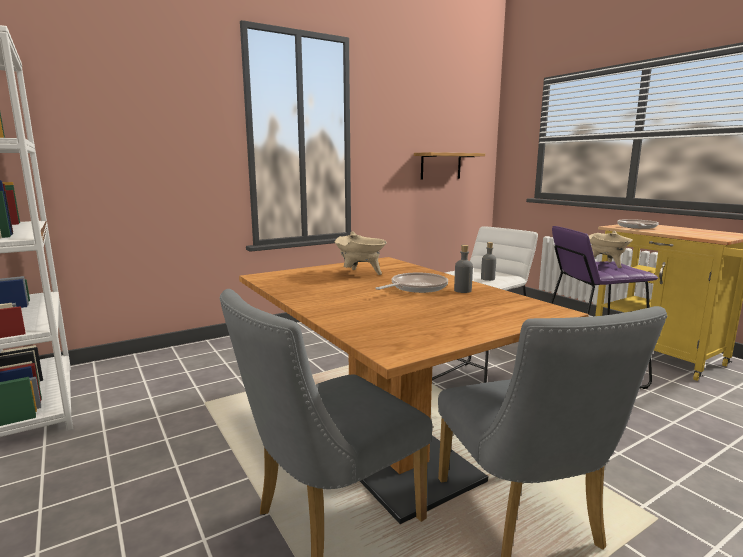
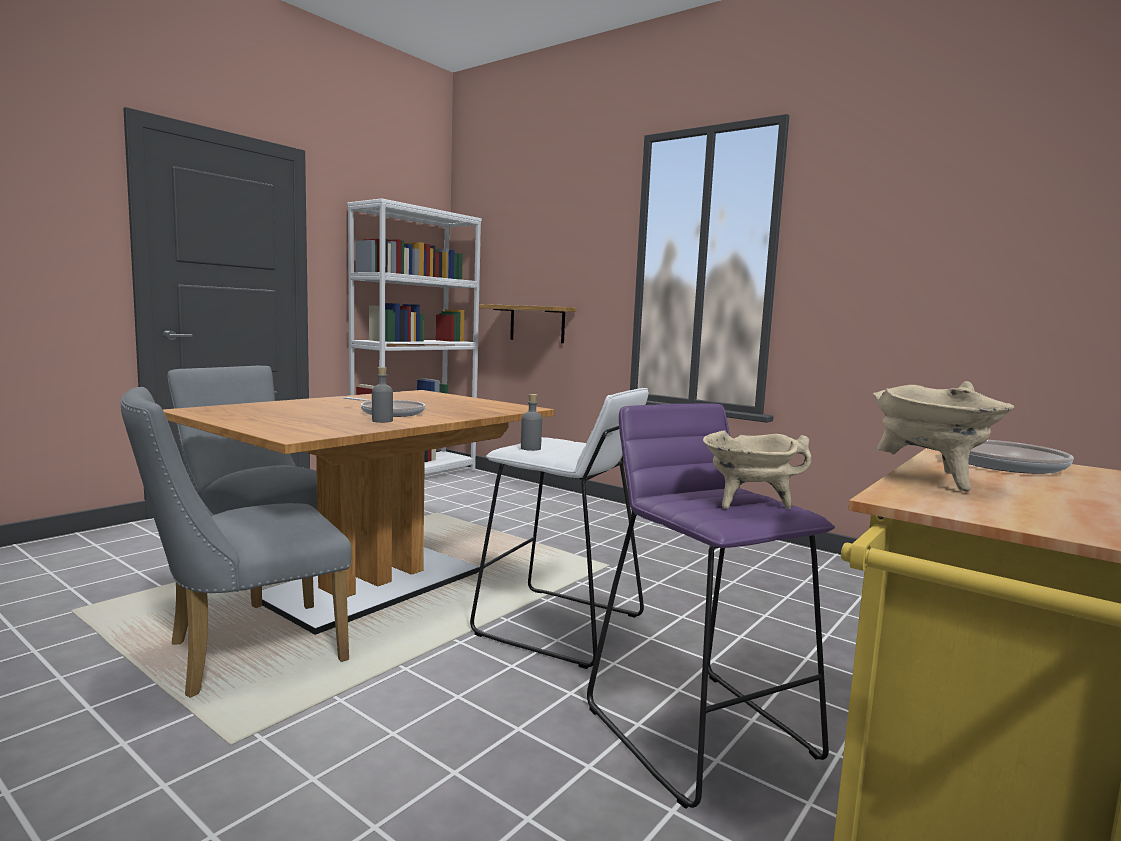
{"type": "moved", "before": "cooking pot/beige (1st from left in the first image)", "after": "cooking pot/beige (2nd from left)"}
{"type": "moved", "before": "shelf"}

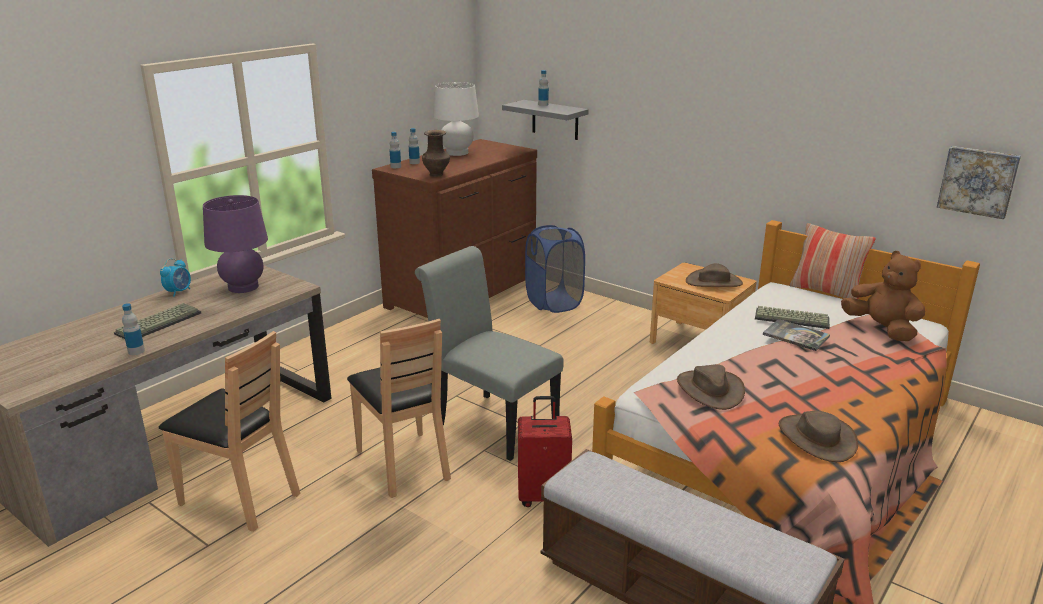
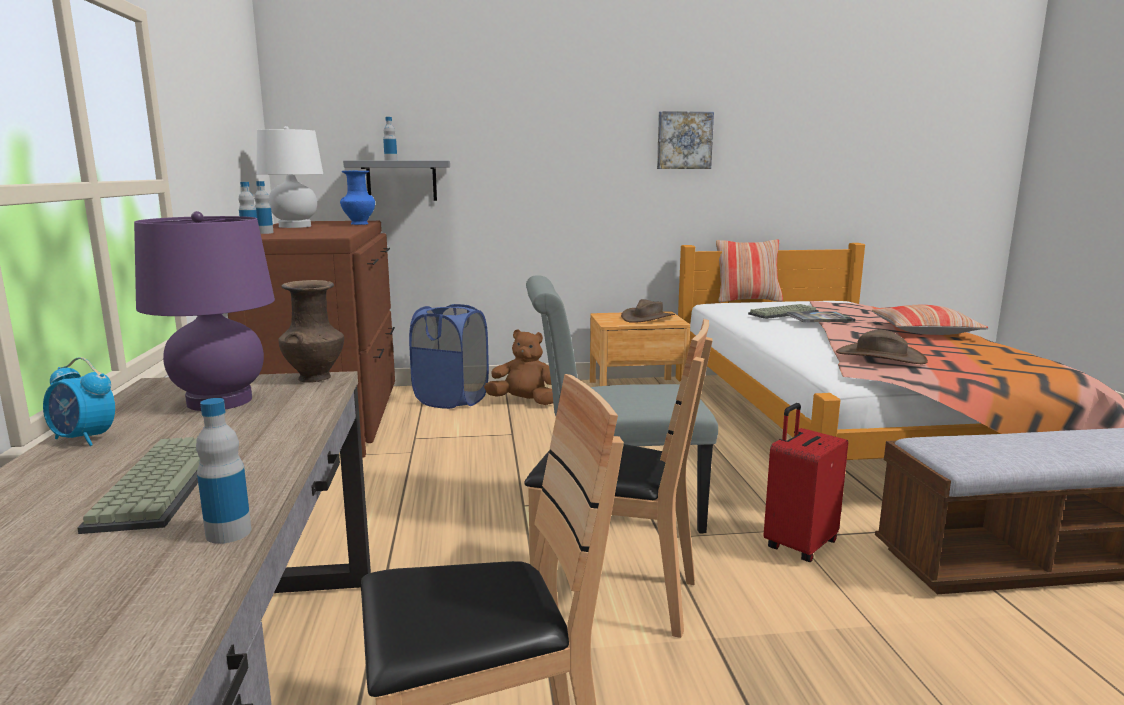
{"type": "turned", "before": "alarm clock", "turn": 135}
{"type": "moved", "before": "vase/brown"}
{"type": "removed", "before": "hat/brown (3rd from left)"}
{"type": "moved", "before": "plush toy/brown"}
{"type": "moved", "before": "picture"}
{"type": "added", "after": "vase/blue"}
{"type": "added", "after": "pillow (2nd from left)"}

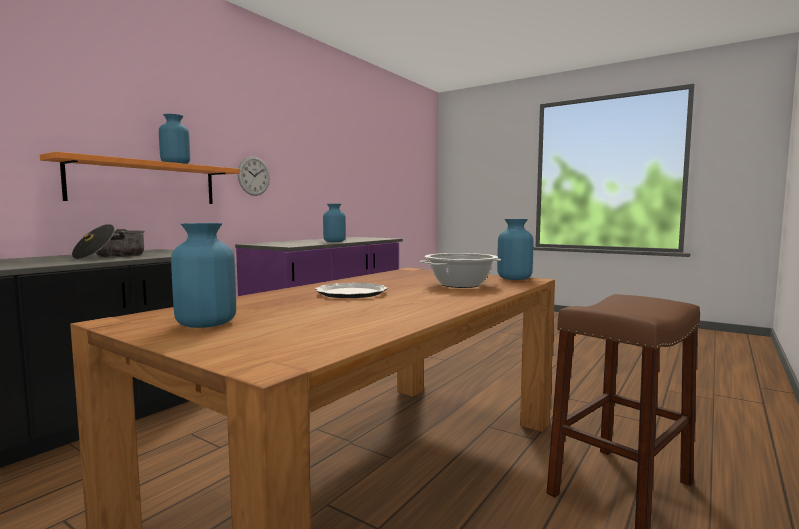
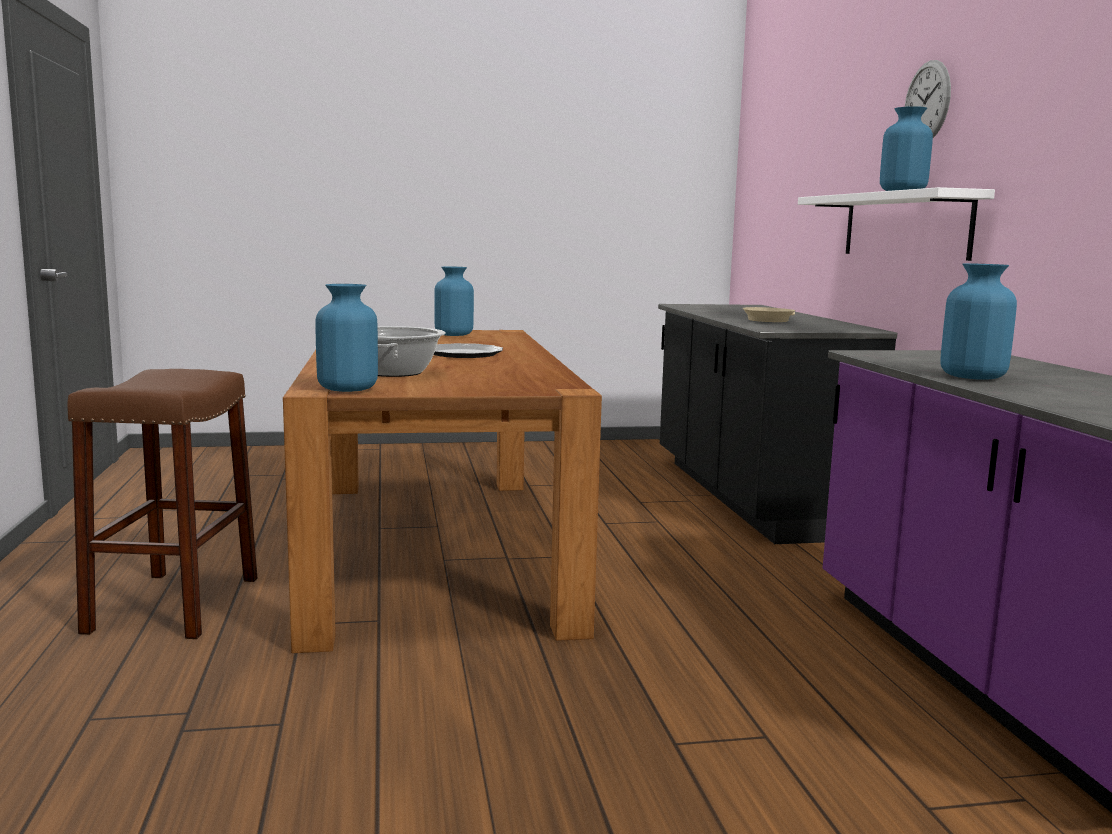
{"type": "recoloured", "before": "shelf/orange", "after": "shelf/white"}
{"type": "replaced", "before": "cooking pot (1st from left)", "after": "frying pan/beige"}
{"type": "moved", "before": "wall clock"}

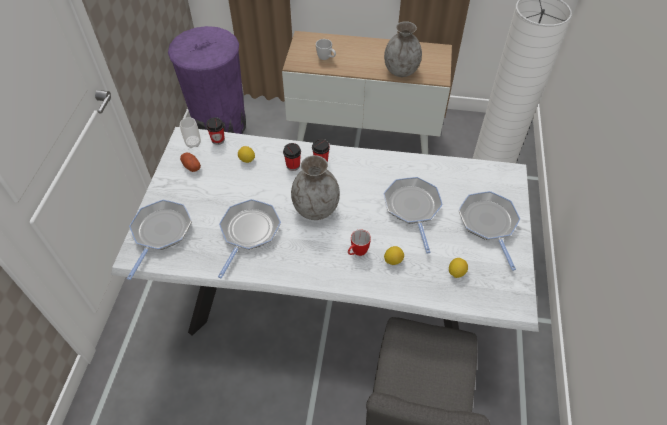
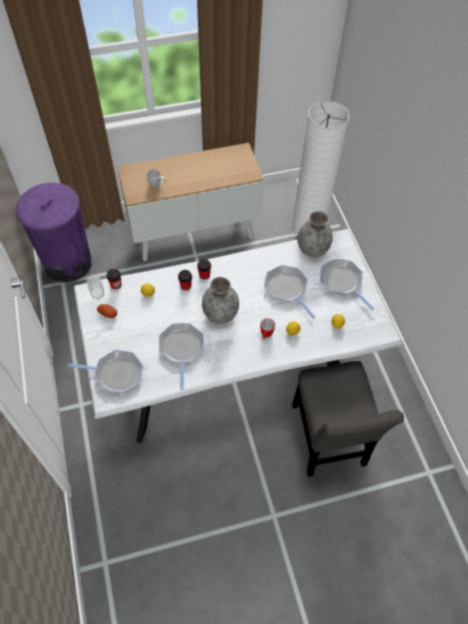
{"type": "turned", "before": "frying pan (1st from left)", "turn": 105}
{"type": "moved", "before": "vase/grey (2nd from left)"}

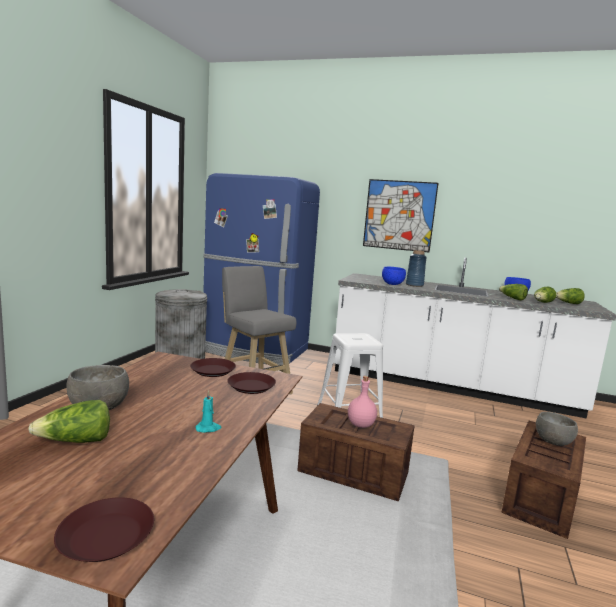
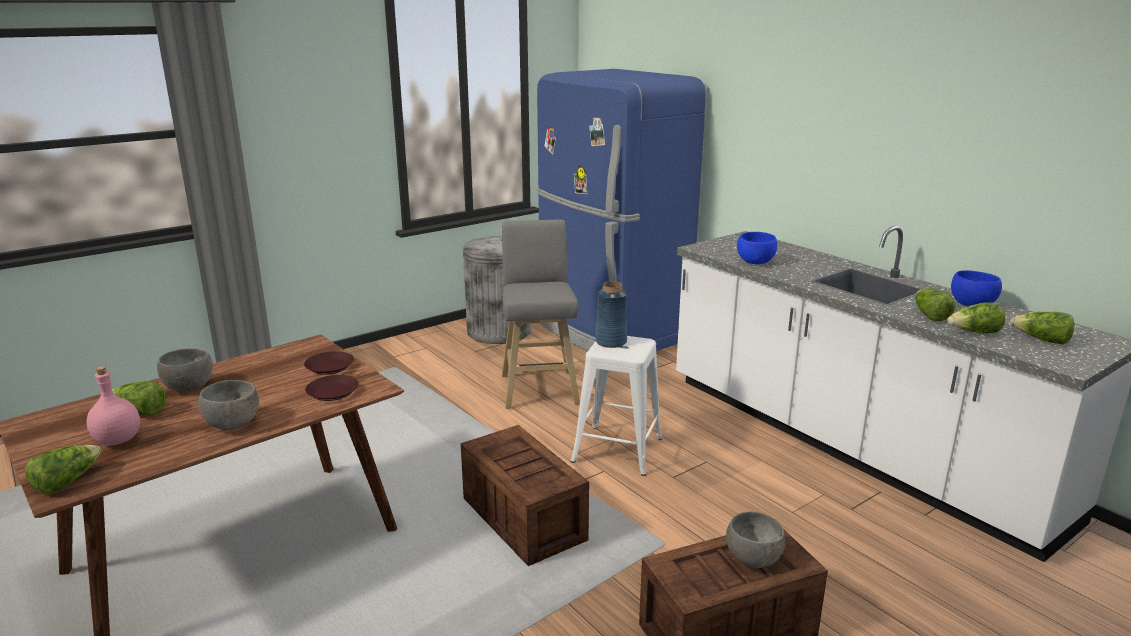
{"type": "replaced", "before": "plate/brown (1st from left)", "after": "lettuce (1st from left)"}
{"type": "replaced", "before": "candle/turquoise", "after": "bowl/grey (2nd from left)"}
{"type": "moved", "before": "bottle/pink"}
{"type": "removed", "before": "picture"}
{"type": "moved", "before": "vase/blue"}

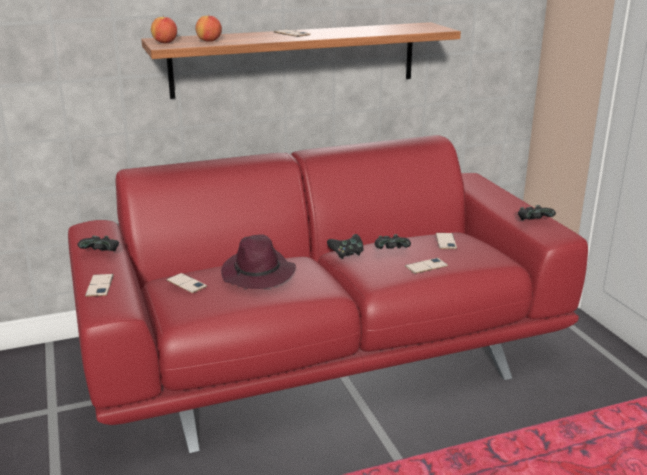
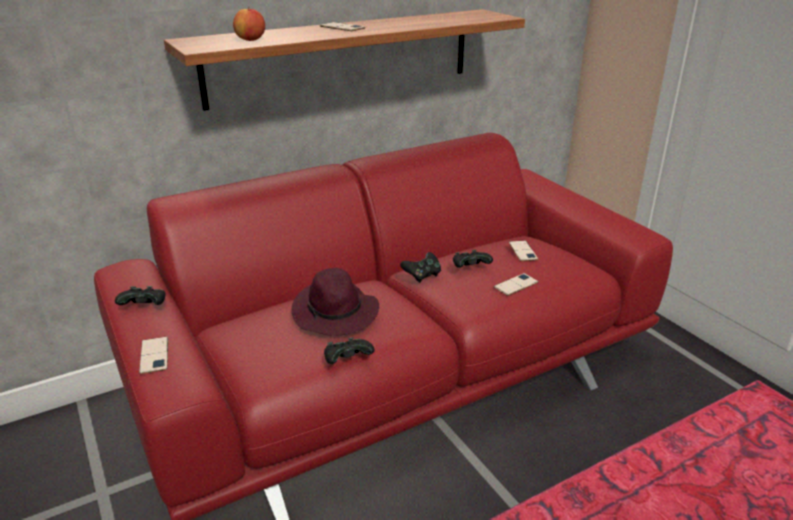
{"type": "removed", "before": "apple (1st from left)"}
{"type": "removed", "before": "phone (2nd from left)"}
{"type": "moved", "before": "game controller/black (4th from left in the first image)", "after": "game controller/black (2nd from left)"}

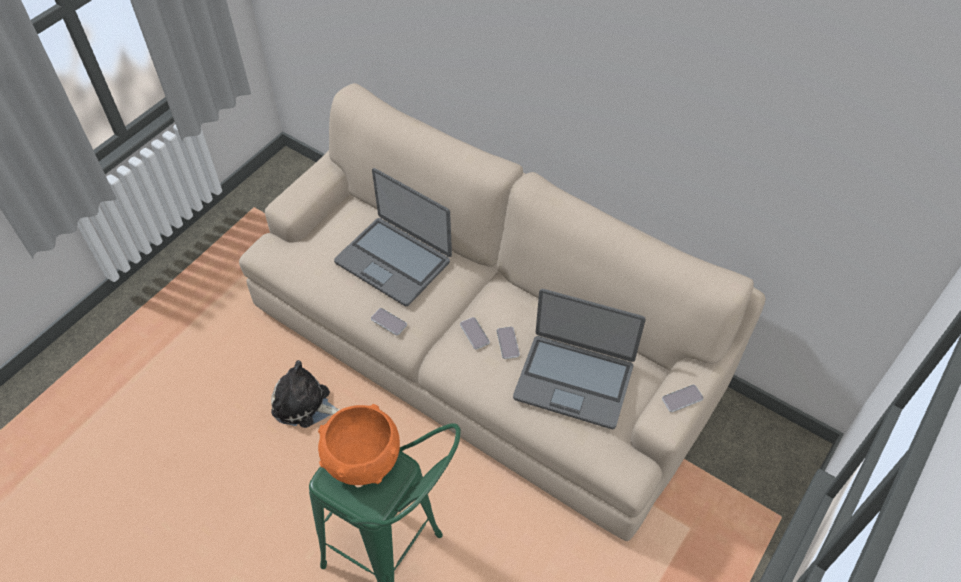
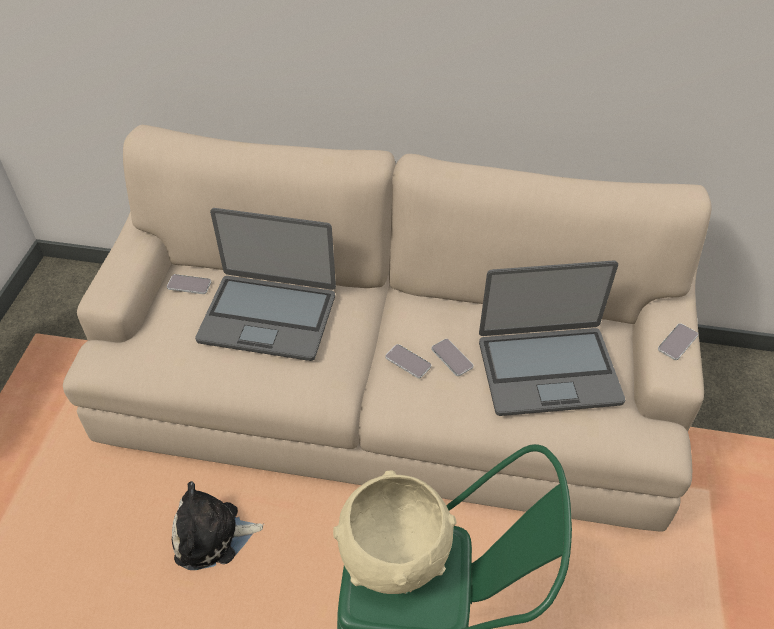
{"type": "recoloured", "before": "bowl/orange", "after": "bowl/beige"}
{"type": "moved", "before": "phone (1st from left)"}

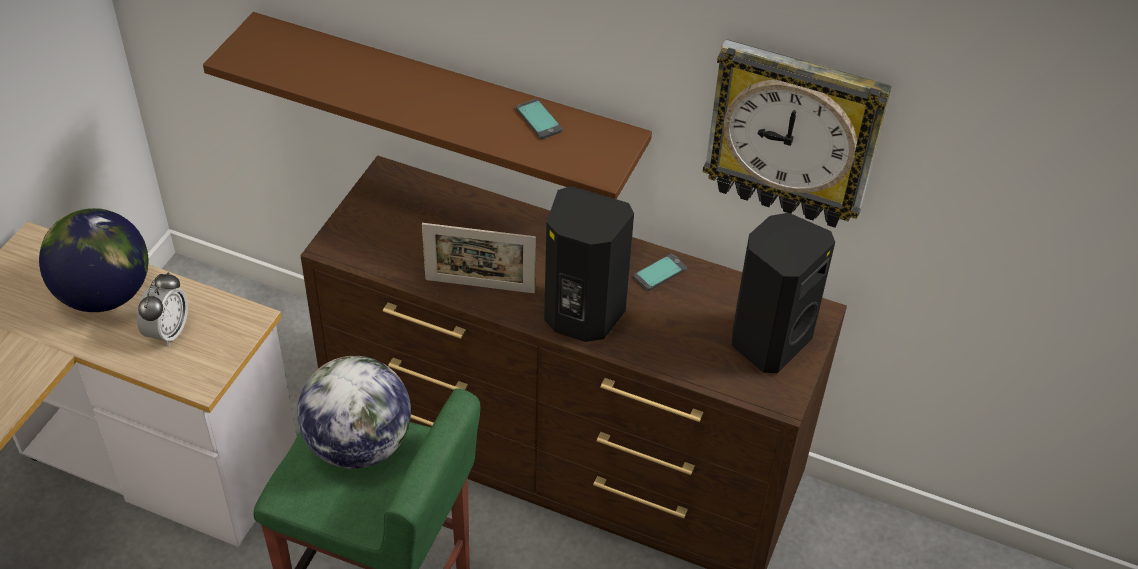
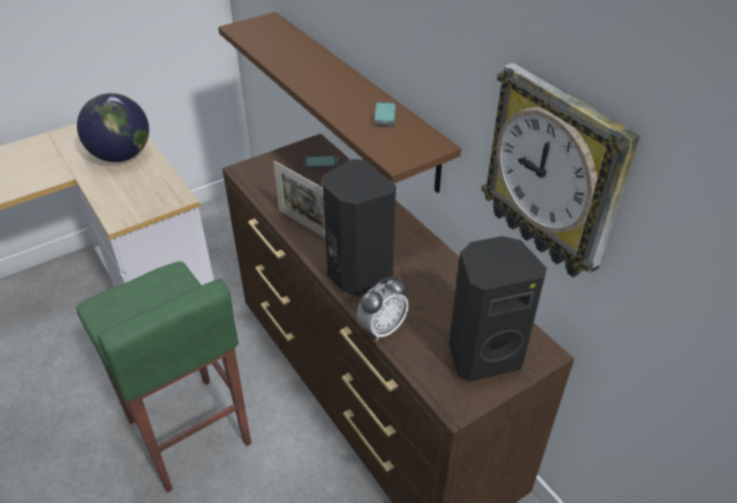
{"type": "moved", "before": "alarm clock"}
{"type": "removed", "before": "globe (2nd from left)"}
{"type": "moved", "before": "phone (2nd from left in the first image)", "after": "phone (1st from left)"}

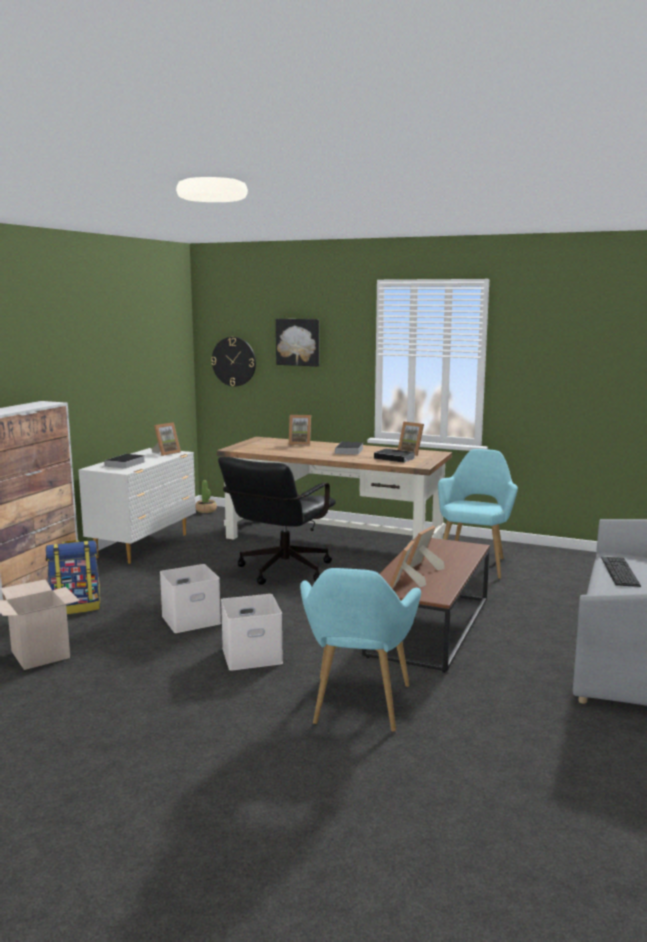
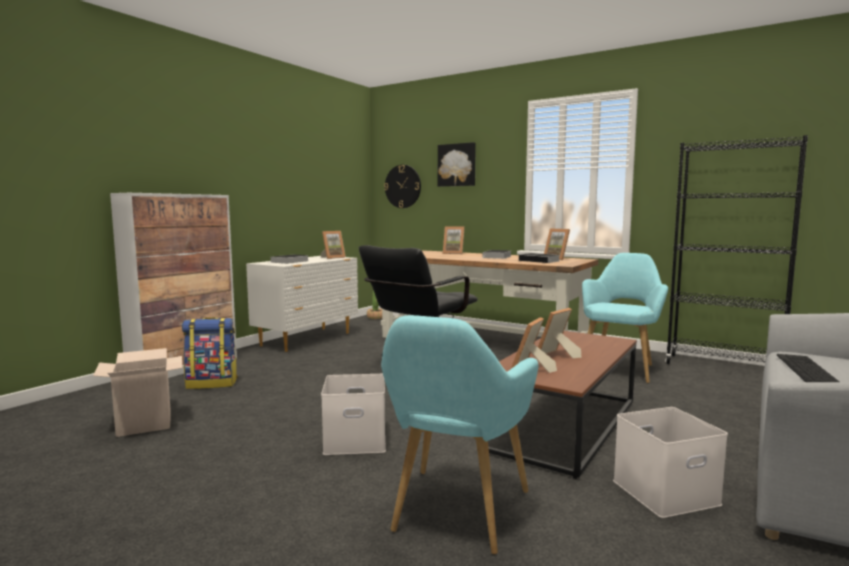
{"type": "moved", "before": "storage box/white (1st from left in the first image)", "after": "storage box/white (2nd from left)"}
{"type": "added", "after": "bookcase/black"}

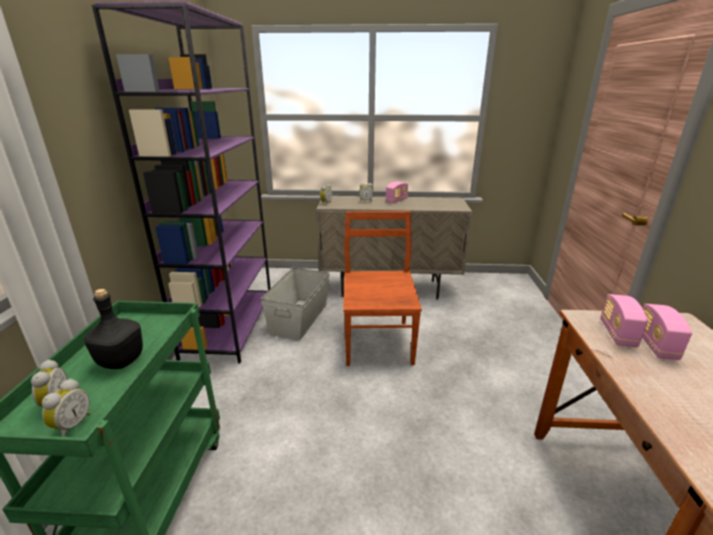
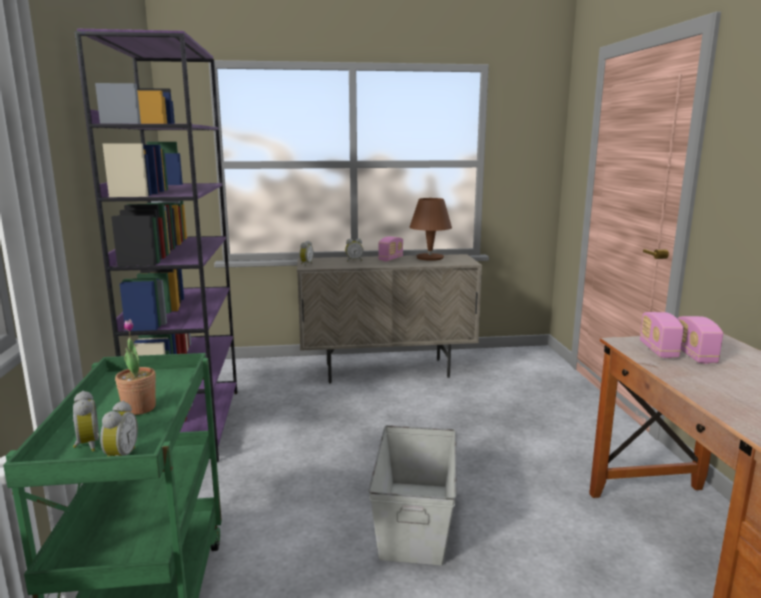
{"type": "replaced", "before": "bottle/black", "after": "potted plant"}
{"type": "moved", "before": "storage box/grey"}
{"type": "removed", "before": "chair/brown"}
{"type": "added", "after": "table lamp/brown"}

